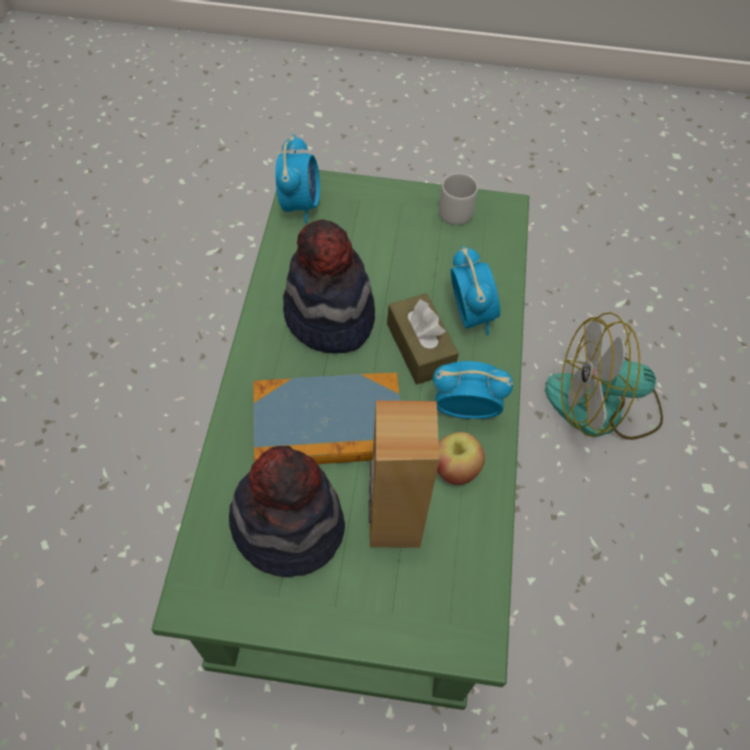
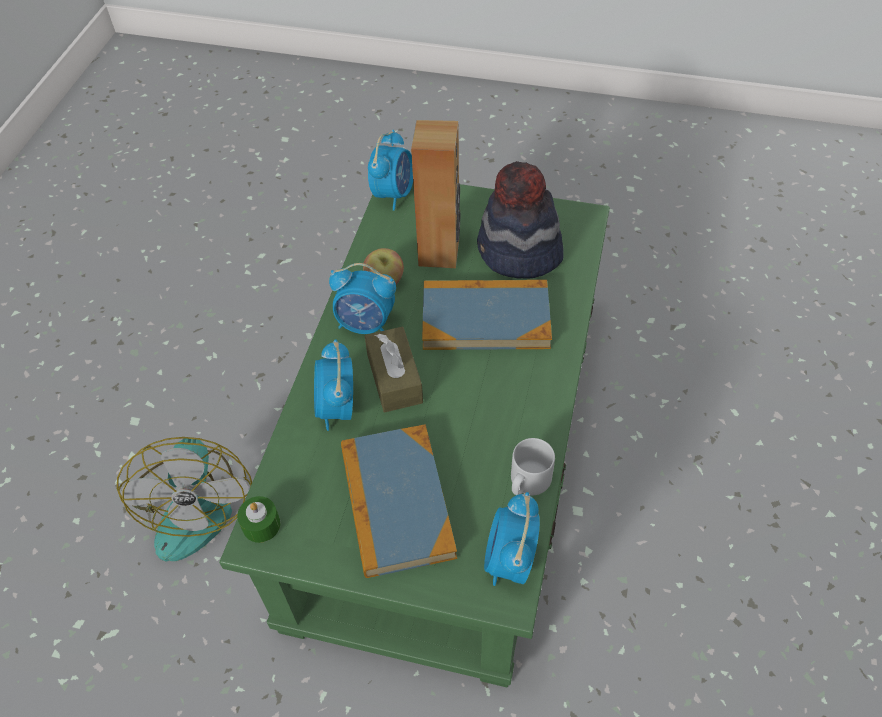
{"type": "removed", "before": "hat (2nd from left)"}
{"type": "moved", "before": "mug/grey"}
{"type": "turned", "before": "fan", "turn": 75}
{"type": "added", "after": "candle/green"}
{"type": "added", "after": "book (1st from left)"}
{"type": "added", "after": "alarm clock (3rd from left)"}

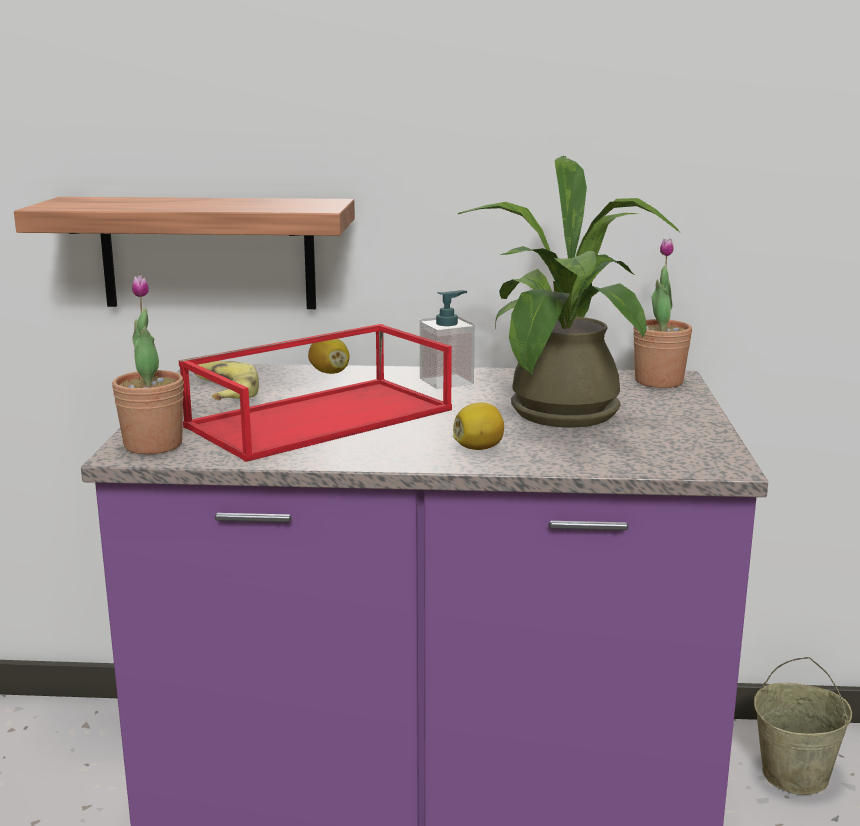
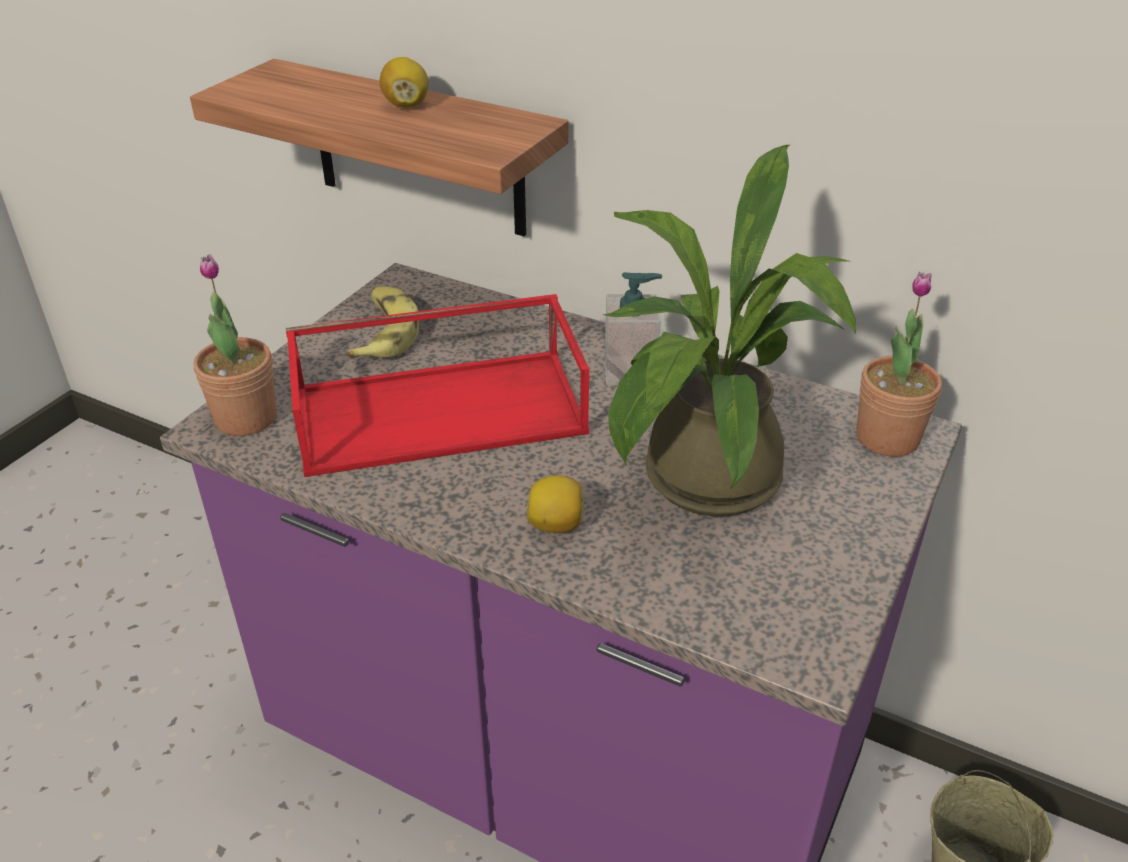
{"type": "moved", "before": "lemon (1st from left)"}

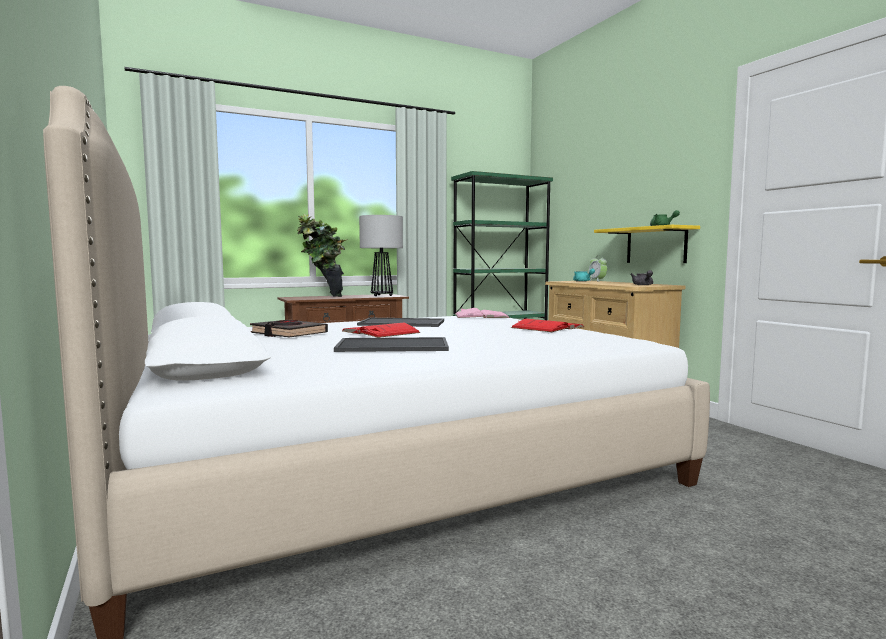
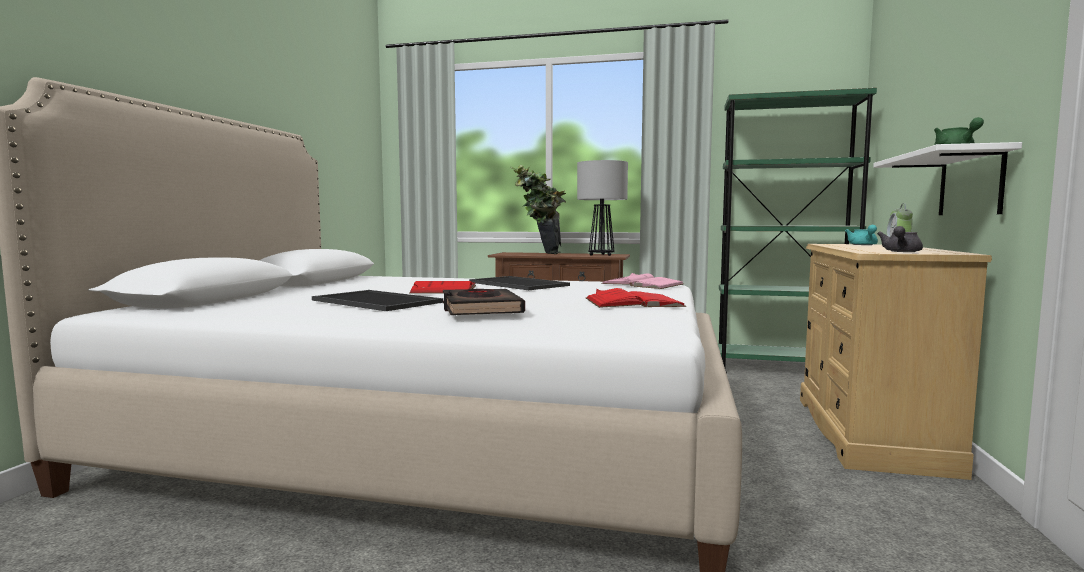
{"type": "moved", "before": "book/black"}
{"type": "recoloured", "before": "shelf/yellow", "after": "shelf/white"}

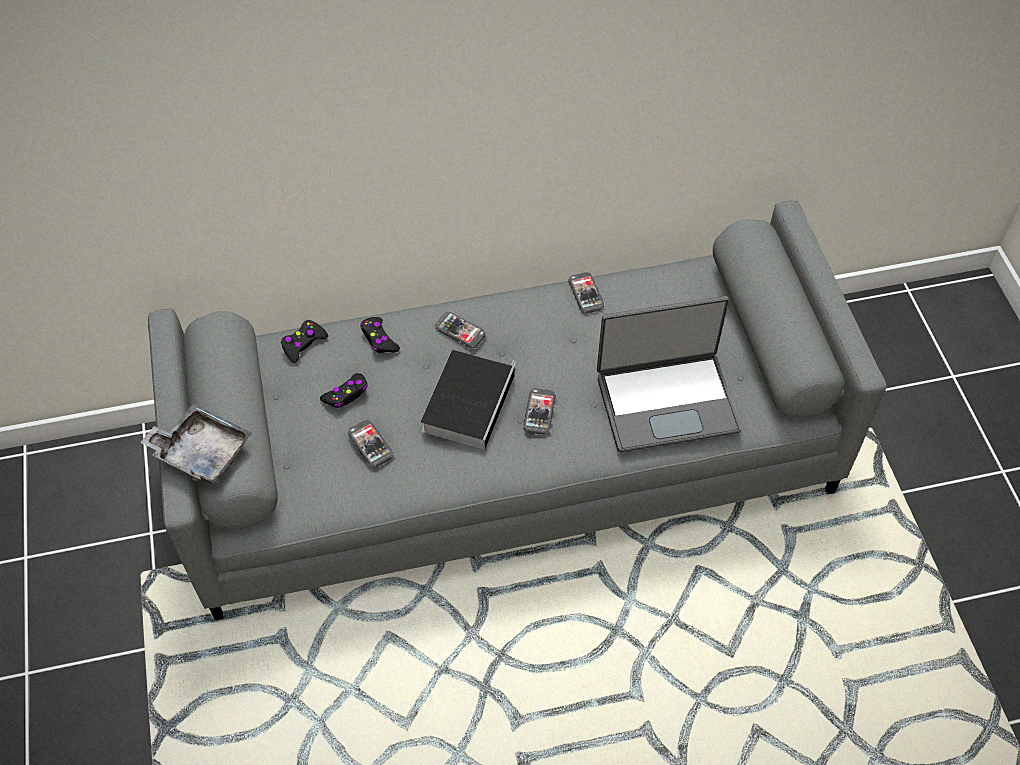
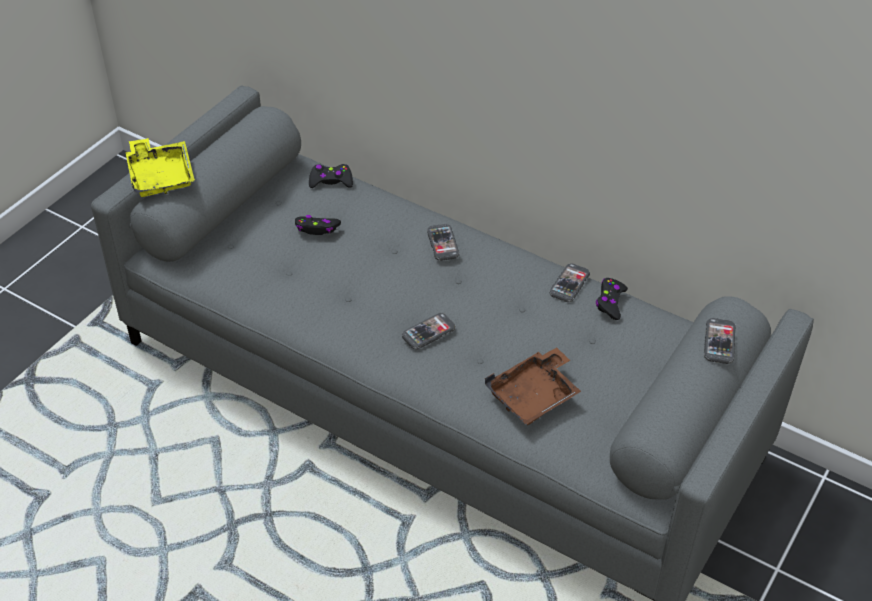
{"type": "recoloured", "before": "tray/grey", "after": "tray/yellow"}
{"type": "moved", "before": "phone (1st from left in the first image)", "after": "phone (4th from left)"}
{"type": "moved", "before": "game controller/black (3rd from left)"}
{"type": "removed", "before": "book"}
{"type": "replaced", "before": "laptop", "after": "tray/brown"}

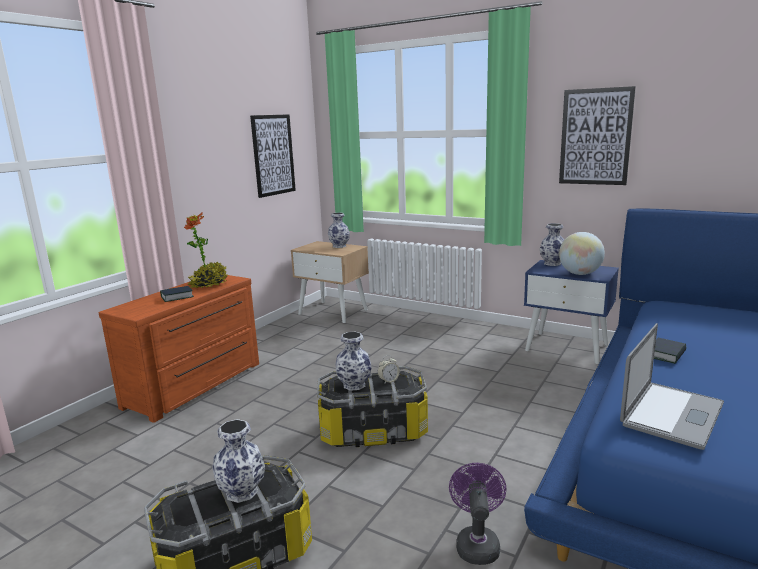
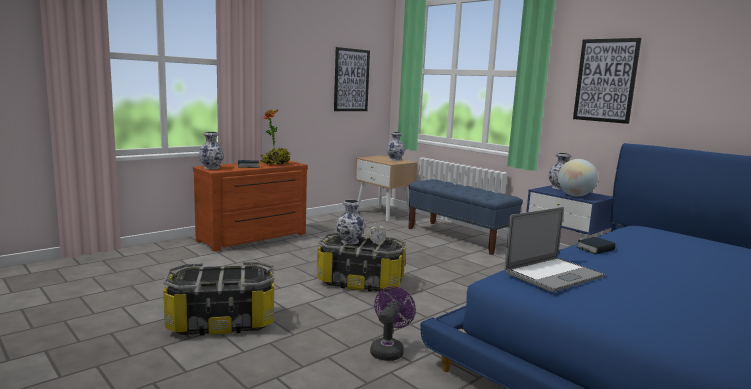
{"type": "moved", "before": "vase (1st from left)"}
{"type": "added", "after": "bench/blue"}

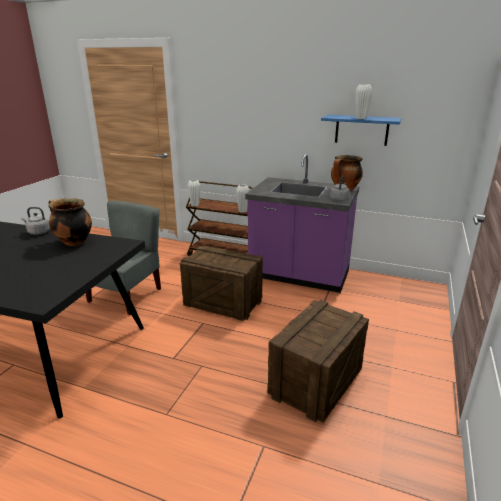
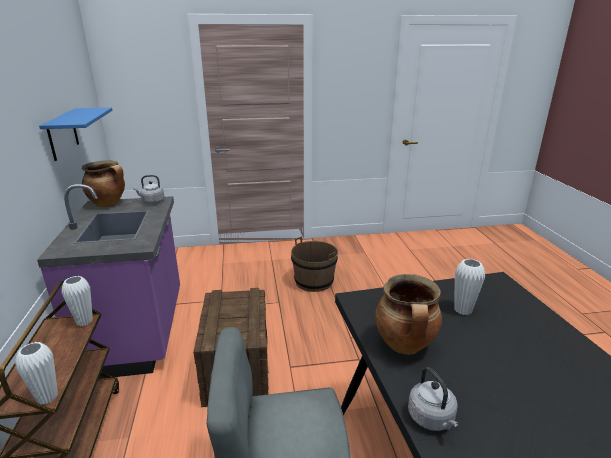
{"type": "replaced", "before": "crate (2nd from left)", "after": "bucket/brown"}
{"type": "moved", "before": "vase/white (3rd from left)"}

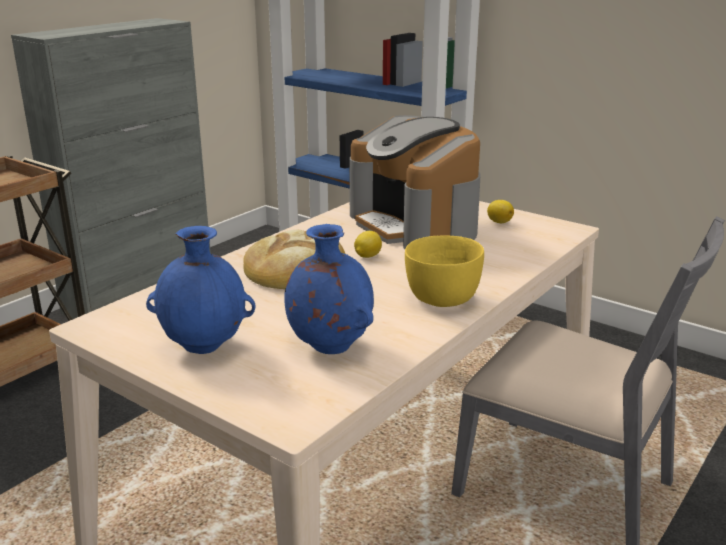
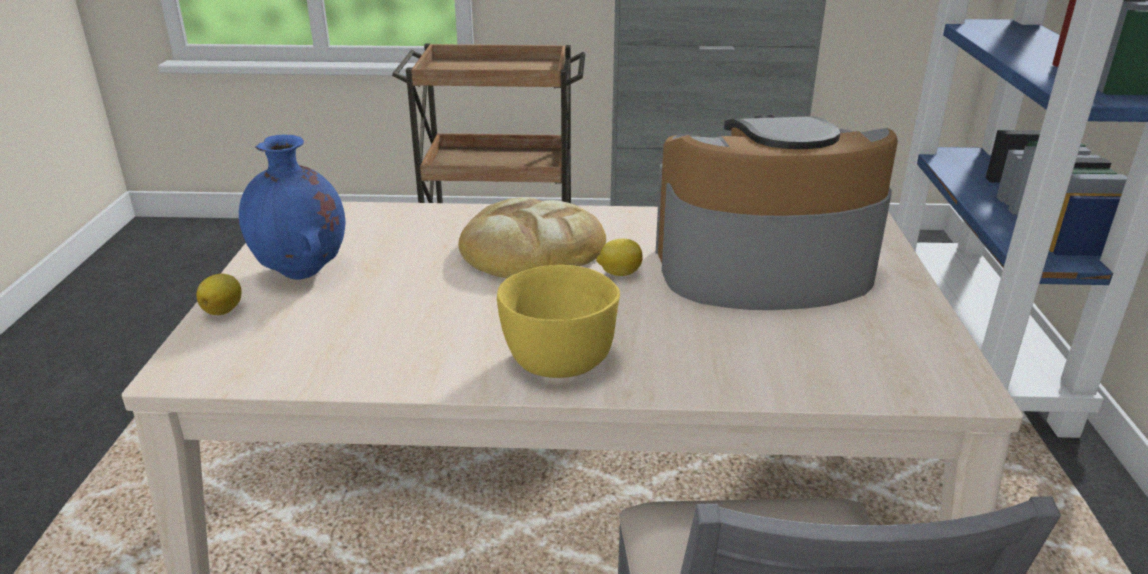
{"type": "removed", "before": "vase/blue (2nd from left)"}
{"type": "turned", "before": "coffee machine", "turn": 60}
{"type": "moved", "before": "lemon (2nd from left in the first image)", "after": "lemon (1st from left)"}

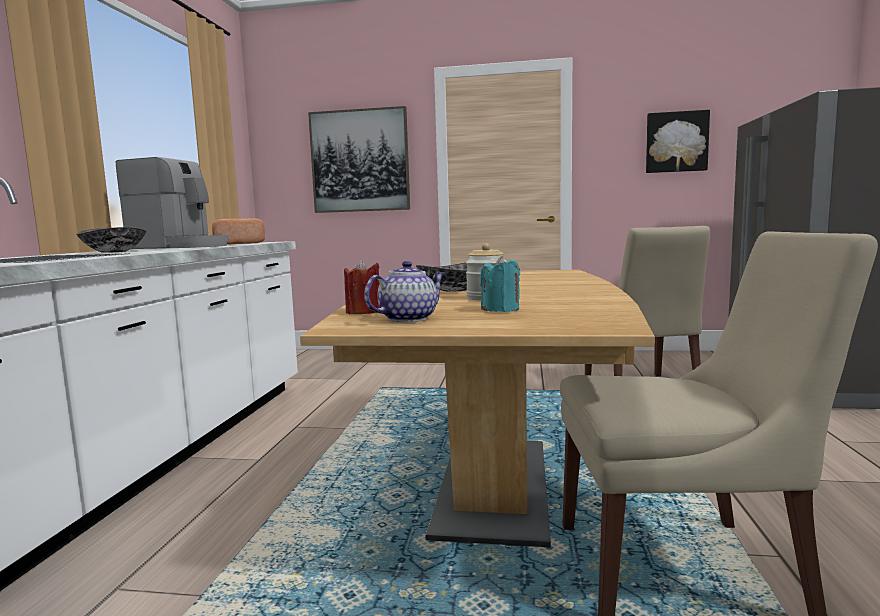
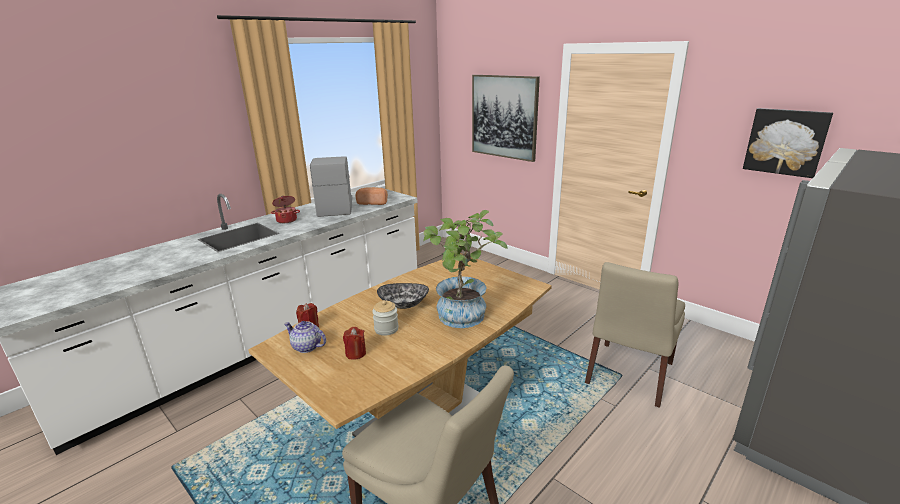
{"type": "replaced", "before": "bowl (1st from left)", "after": "cooking pot"}
{"type": "turned", "before": "coffee machine", "turn": -150}
{"type": "turned", "before": "teapot", "turn": -150}
{"type": "recoloured", "before": "candle/turquoise", "after": "candle/red (2nd from left)"}
{"type": "added", "after": "potted plant"}

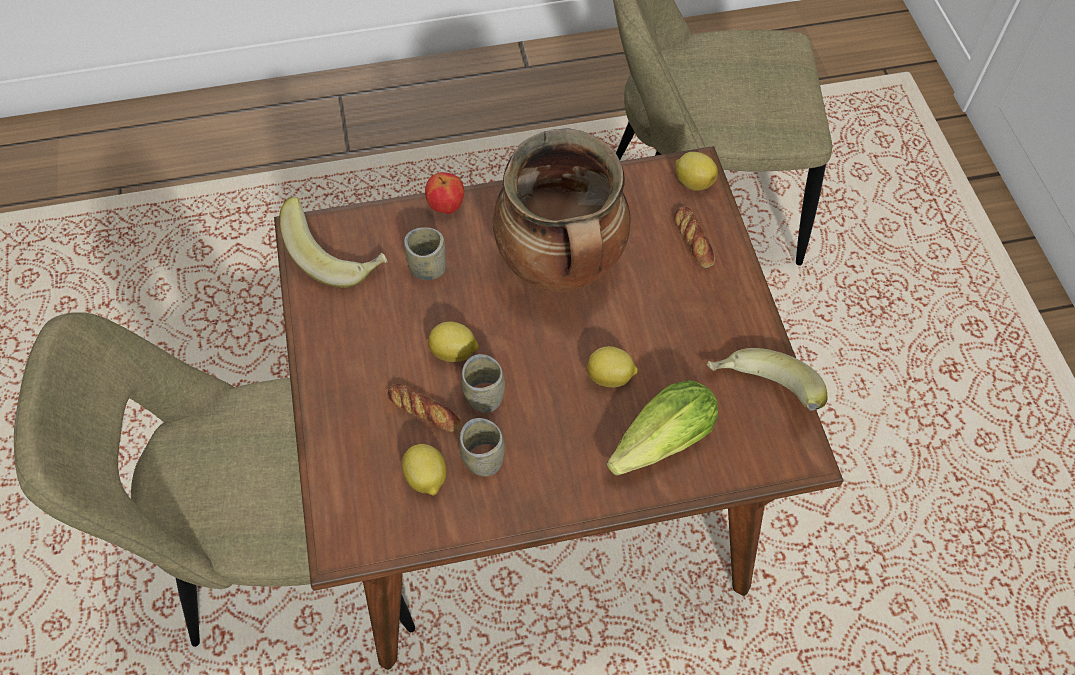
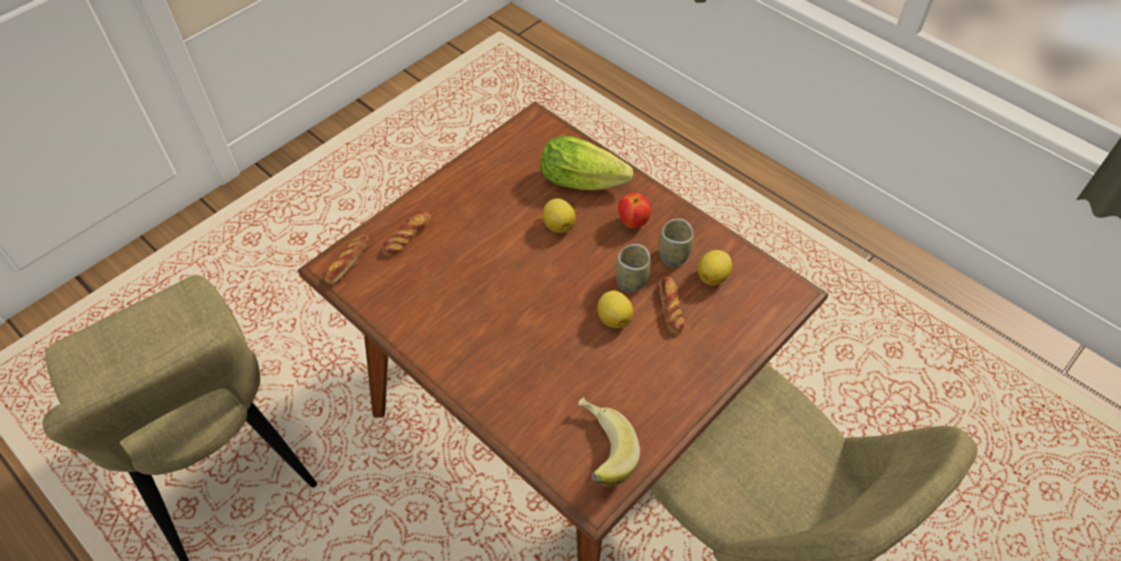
{"type": "removed", "before": "cup (1st from left)"}
{"type": "moved", "before": "apple"}
{"type": "removed", "before": "cooking pot"}
{"type": "replaced", "before": "lemon (4th from left)", "after": "bread (1st from left)"}
{"type": "removed", "before": "banana (2nd from left)"}

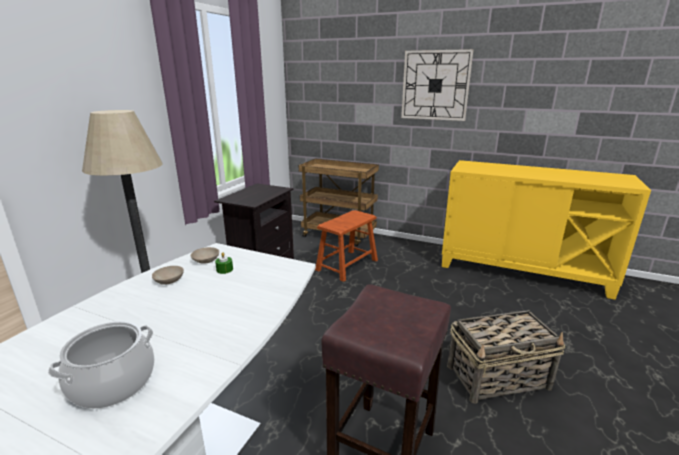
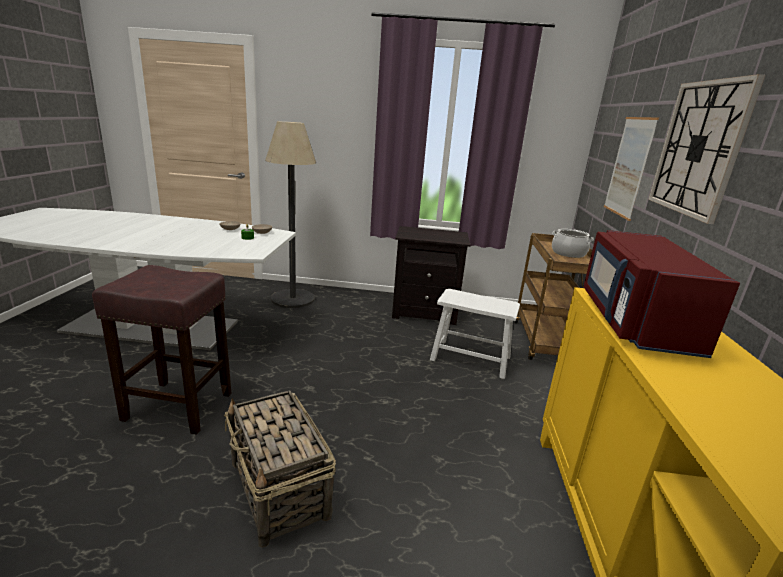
{"type": "moved", "before": "cooking pot"}
{"type": "recoloured", "before": "stool/brown (1st from left)", "after": "stool/white"}
{"type": "added", "after": "microwave/red"}
{"type": "added", "after": "picture"}

